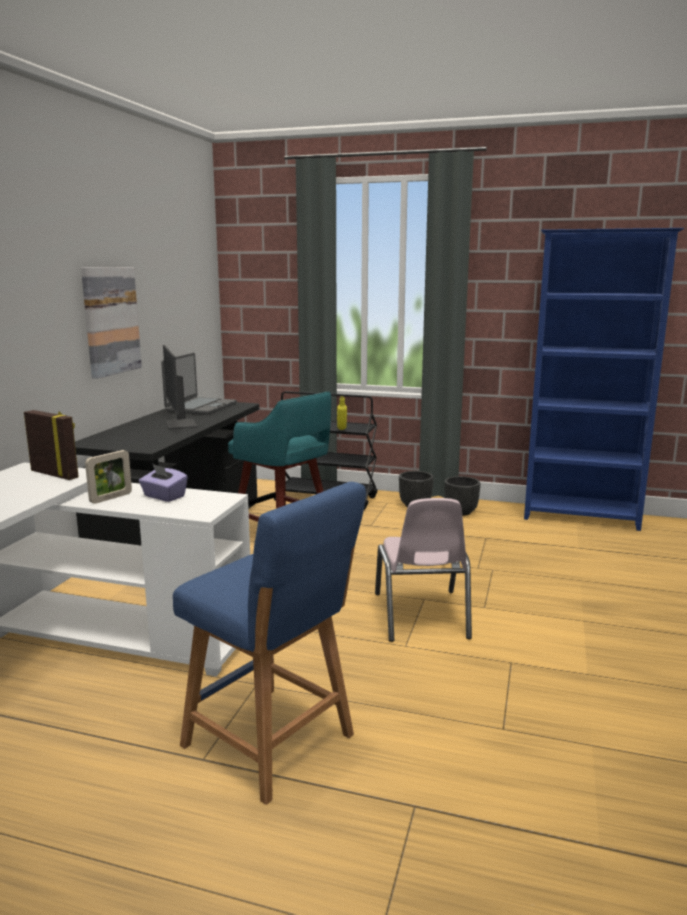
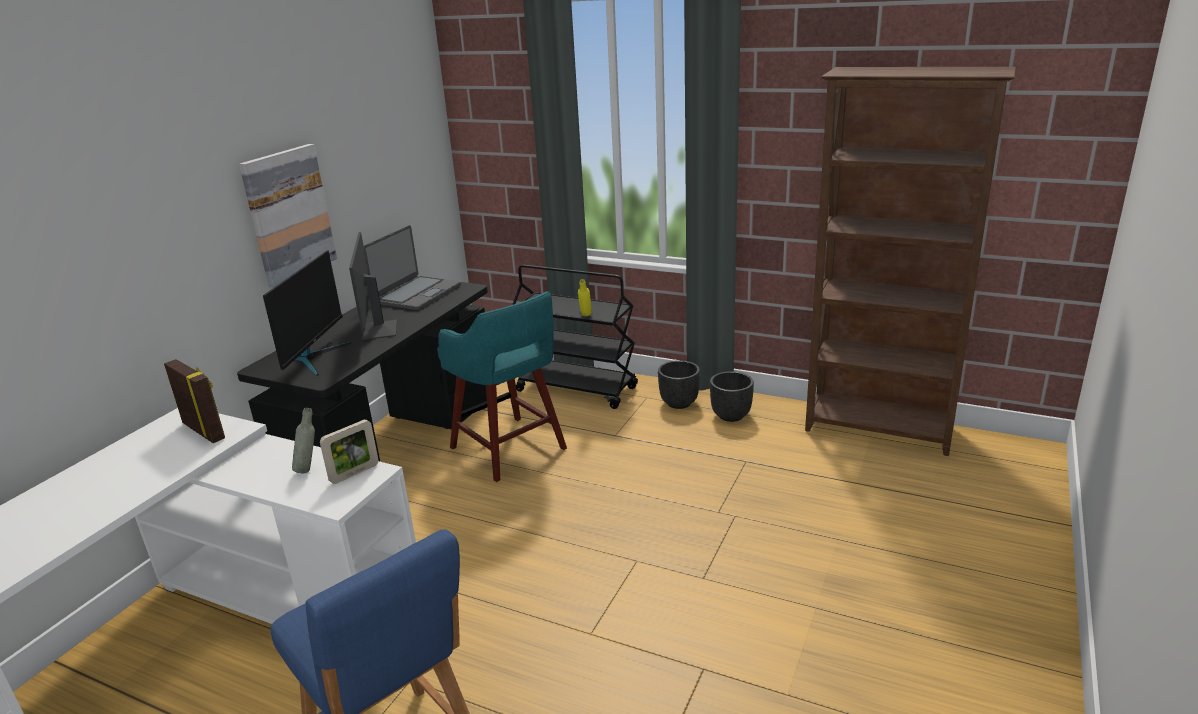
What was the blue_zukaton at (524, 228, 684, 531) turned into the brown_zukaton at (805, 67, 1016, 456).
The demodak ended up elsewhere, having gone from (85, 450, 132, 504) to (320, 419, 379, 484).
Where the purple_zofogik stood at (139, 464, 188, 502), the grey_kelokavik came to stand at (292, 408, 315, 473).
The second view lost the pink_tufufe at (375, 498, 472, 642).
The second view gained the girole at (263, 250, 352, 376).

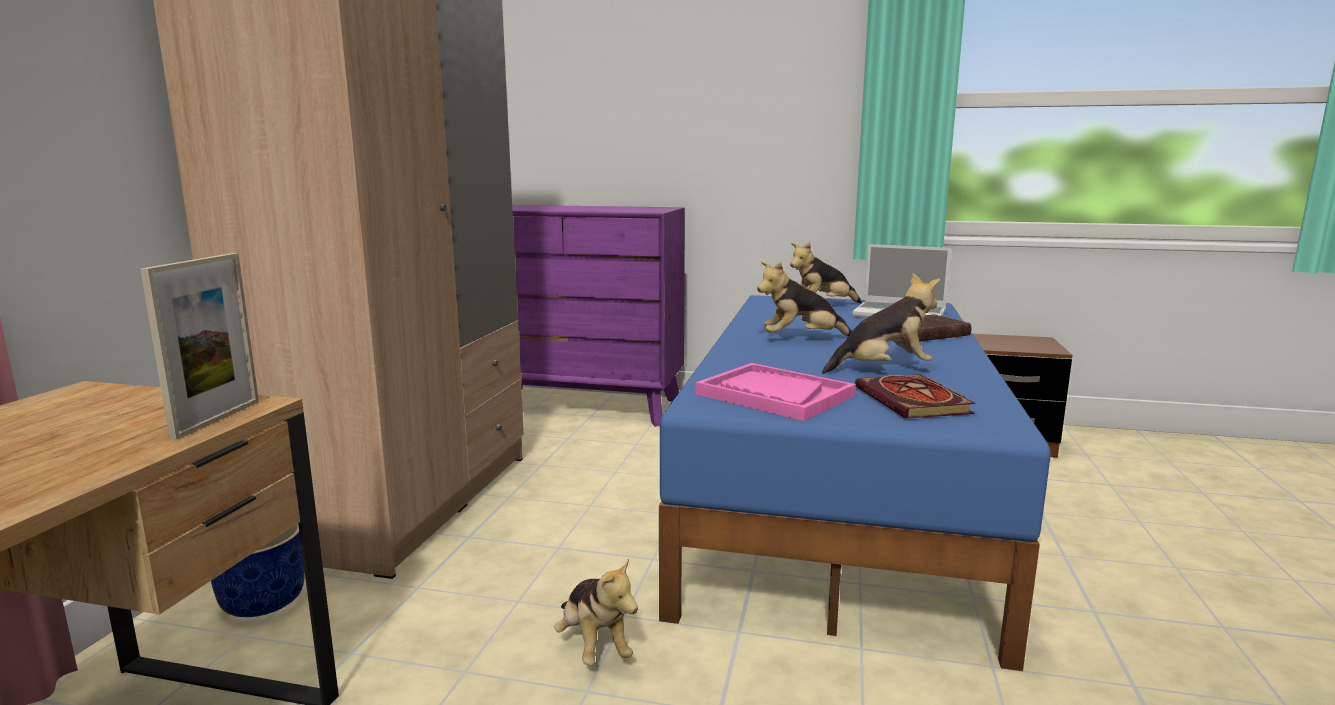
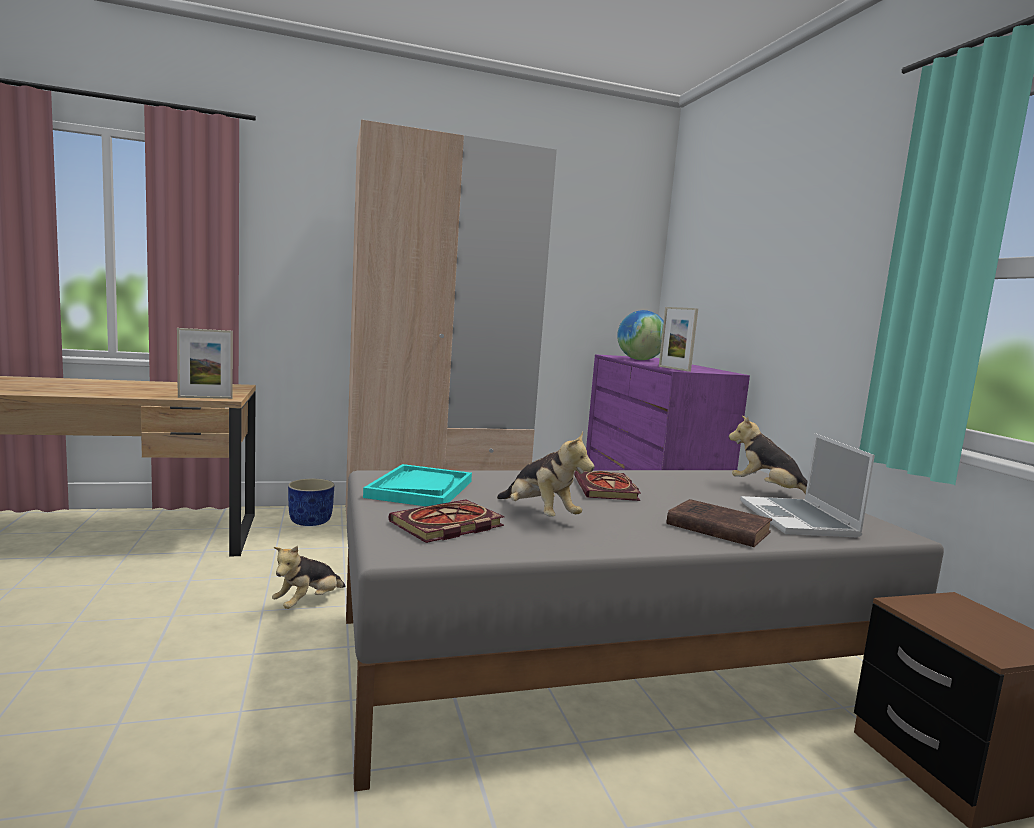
Where the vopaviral stood at (757, 262, 852, 337), the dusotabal came to stand at (574, 471, 641, 501).
What was the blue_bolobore at (659, 295, 1051, 671) turned into the grey_bolobore at (346, 470, 944, 792).
What was the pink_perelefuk at (696, 363, 856, 421) turned into the turquoise_perelefuk at (363, 464, 472, 506).
The second view gained the demodak at (659, 307, 698, 372).
The second view gained the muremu at (617, 310, 664, 360).

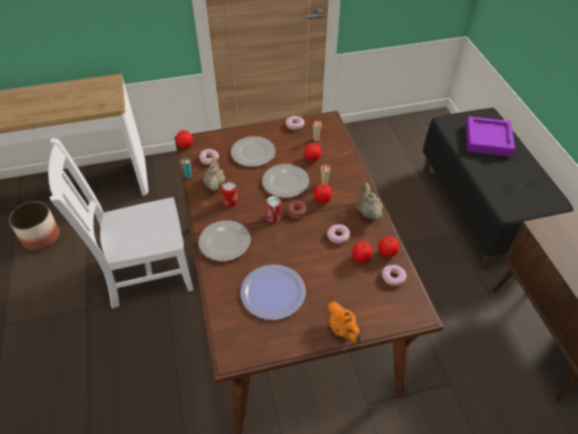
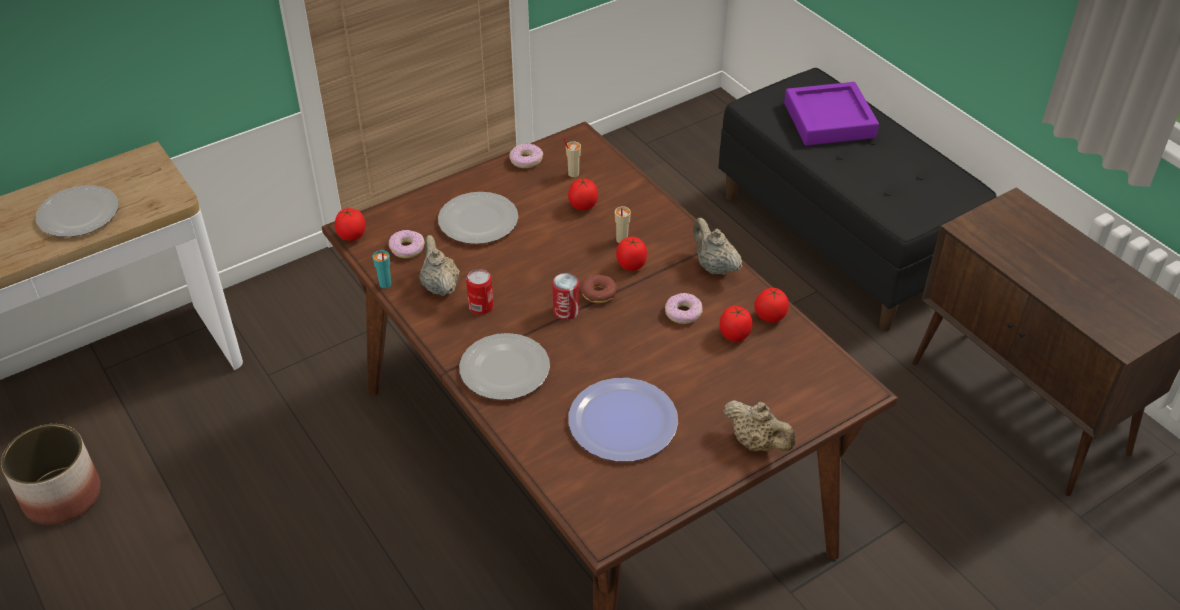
The second view lost the white_tufufe at (48, 138, 193, 309).
The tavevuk ended up elsewhere, having gone from (262, 164, 309, 198) to (36, 185, 119, 237).
The second view lost the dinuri at (382, 265, 406, 286).
What was the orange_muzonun at (328, 301, 361, 344) turned into the beige_muzonun at (723, 400, 795, 451).

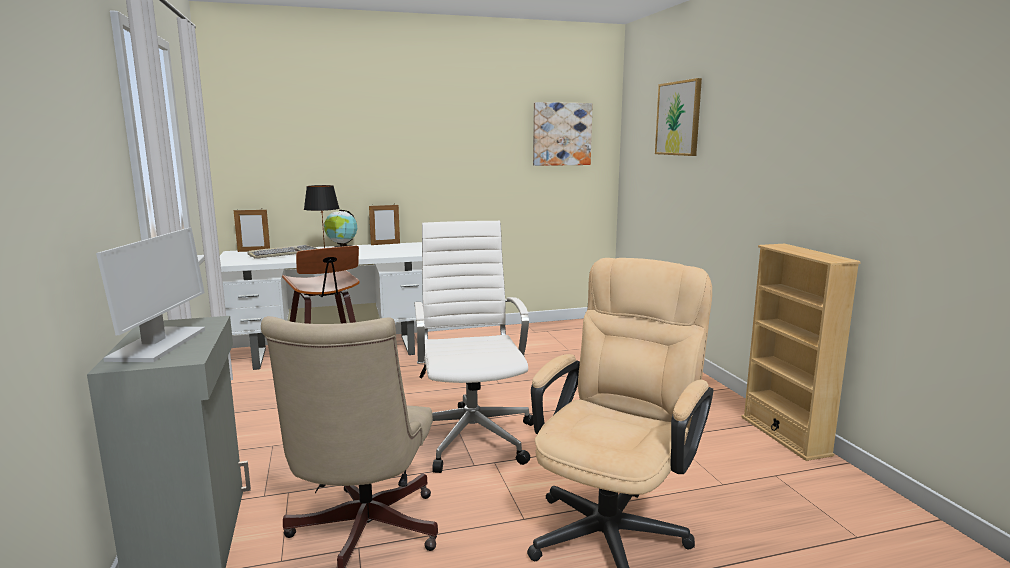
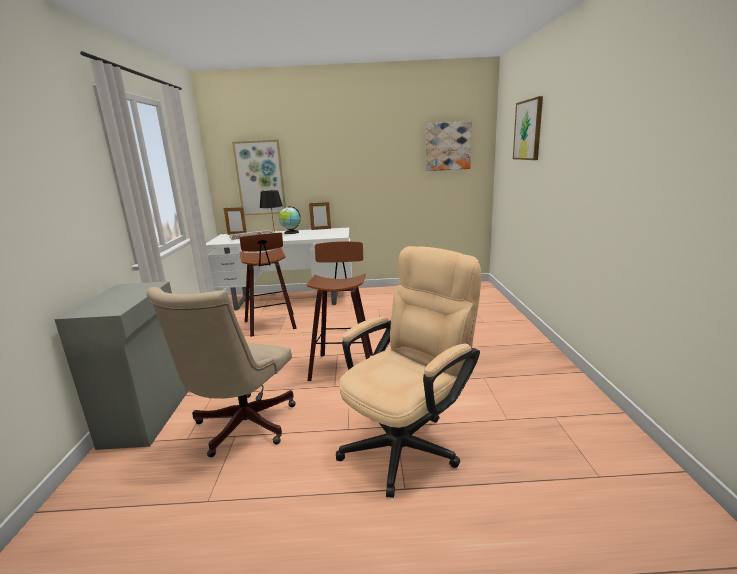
Where the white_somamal stood at (414, 221, 533, 473), the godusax came to stand at (307, 241, 373, 381).
The second view lost the girole at (96, 228, 205, 362).
The second view lost the beige_zukaton at (742, 244, 861, 461).
The second view gained the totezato at (232, 140, 286, 215).

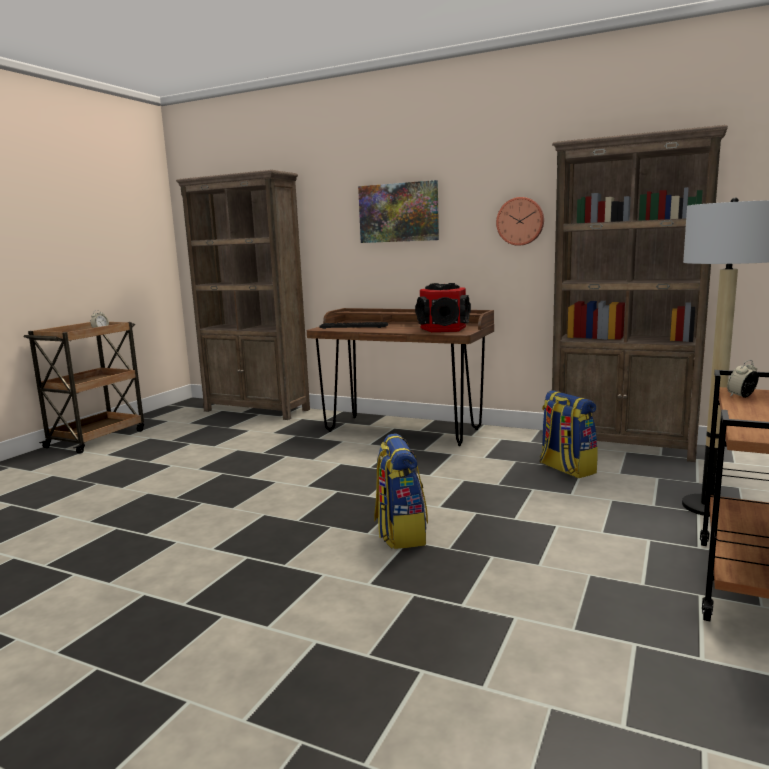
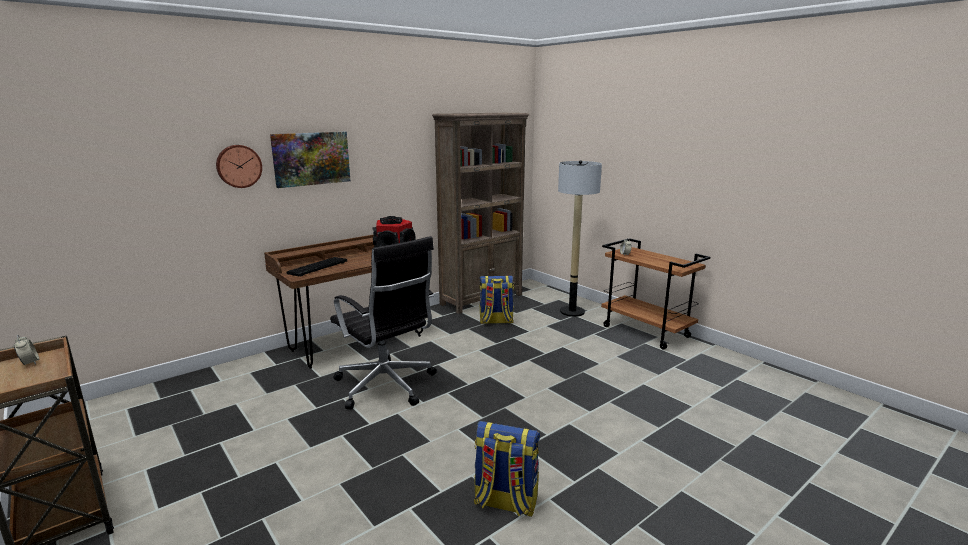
The second view lost the brown_zukaton at (176, 170, 310, 420).
The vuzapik ended up elsewhere, having gone from (496, 197, 544, 246) to (216, 145, 262, 188).
The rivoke ended up elsewhere, having gone from (374, 434, 428, 549) to (474, 421, 540, 517).
The second view gained the black_somamal at (330, 236, 437, 409).

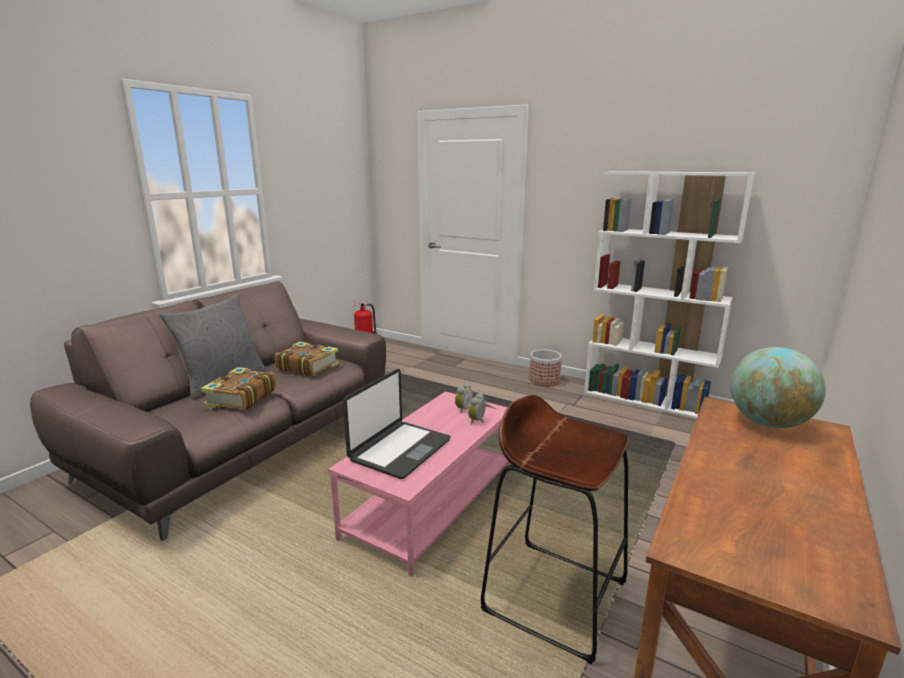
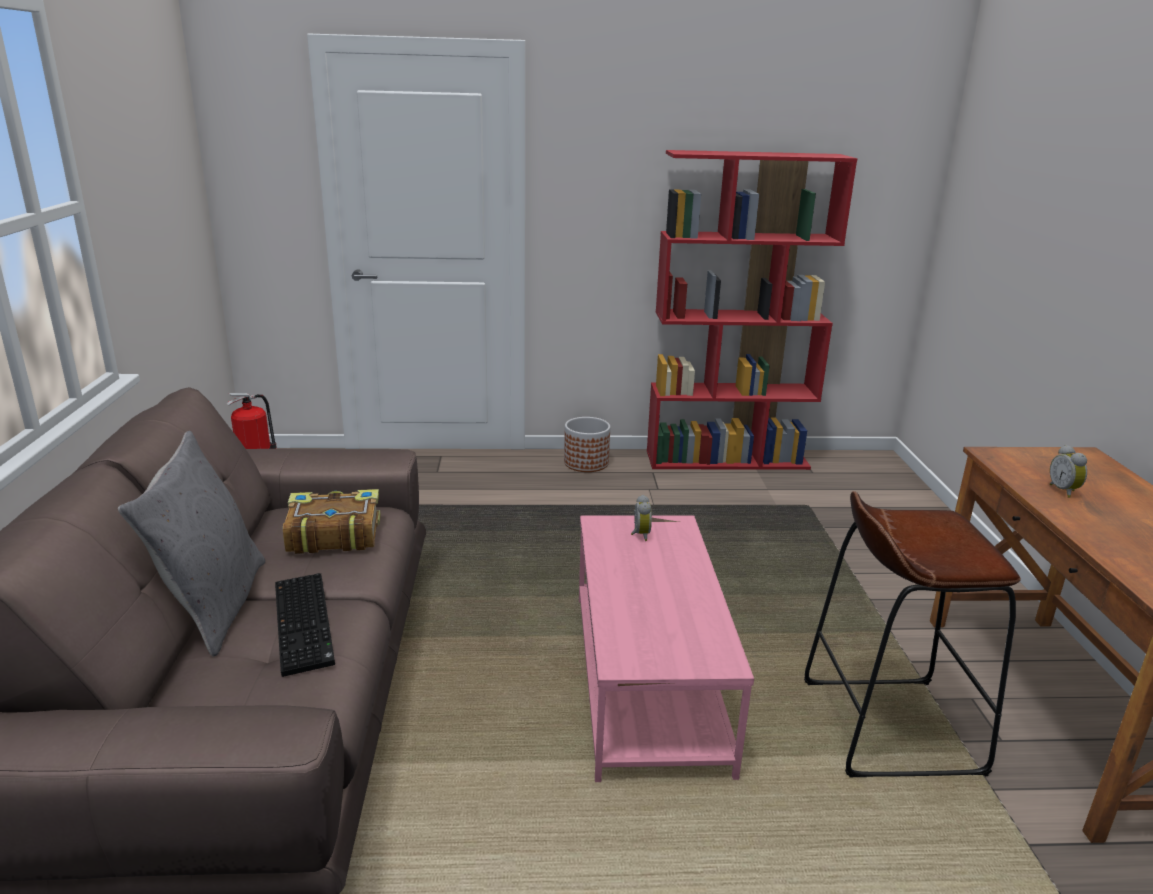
What was the white_zukaton at (584, 171, 755, 419) turned into the red_zukaton at (647, 150, 858, 470).
The second view lost the muremu at (730, 347, 826, 428).
Where the dusotabal stood at (201, 367, 276, 410), the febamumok came to stand at (275, 573, 335, 677).
The second view lost the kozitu at (343, 369, 451, 479).
The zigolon ended up elsewhere, having gone from (468, 393, 486, 425) to (1050, 445, 1087, 498).

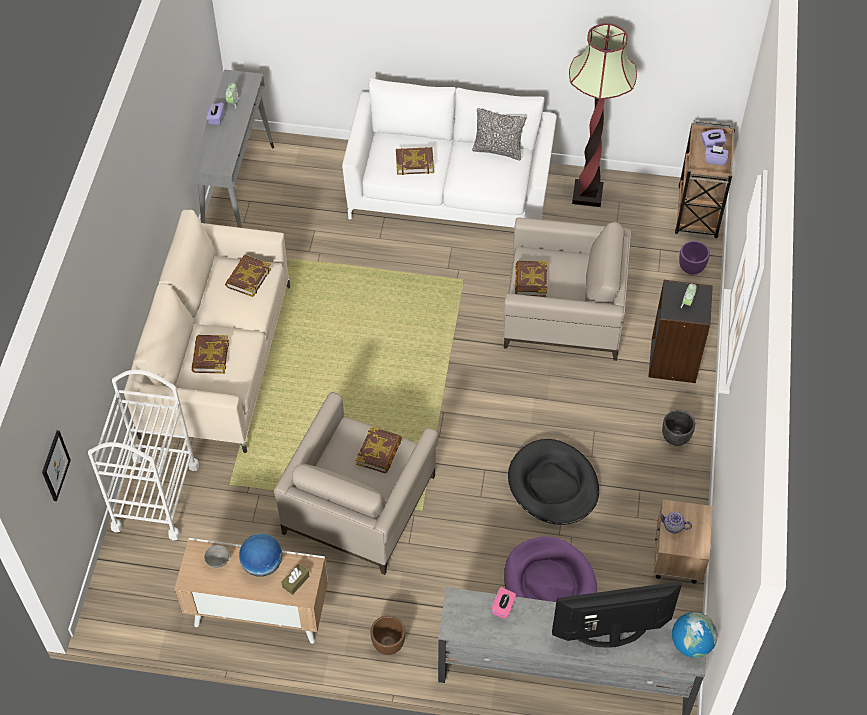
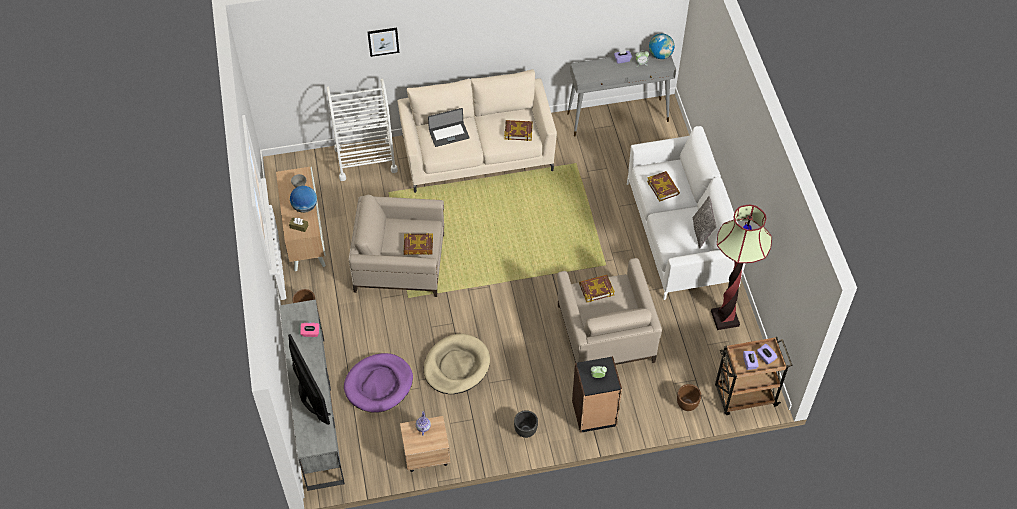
What was the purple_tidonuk at (679, 241, 710, 275) turned into the brown_tidonuk at (677, 384, 701, 411).
Where the dusotabal stood at (192, 335, 229, 374), the kozitu came to stand at (428, 108, 470, 147).
The totezato ended up elsewhere, having gone from (42, 430, 71, 501) to (367, 27, 399, 57).
What was the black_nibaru at (508, 439, 599, 525) turned into the beige_nibaru at (424, 334, 490, 394).
The muremu ended up elsewhere, having gone from (672, 612, 717, 658) to (649, 34, 675, 59).

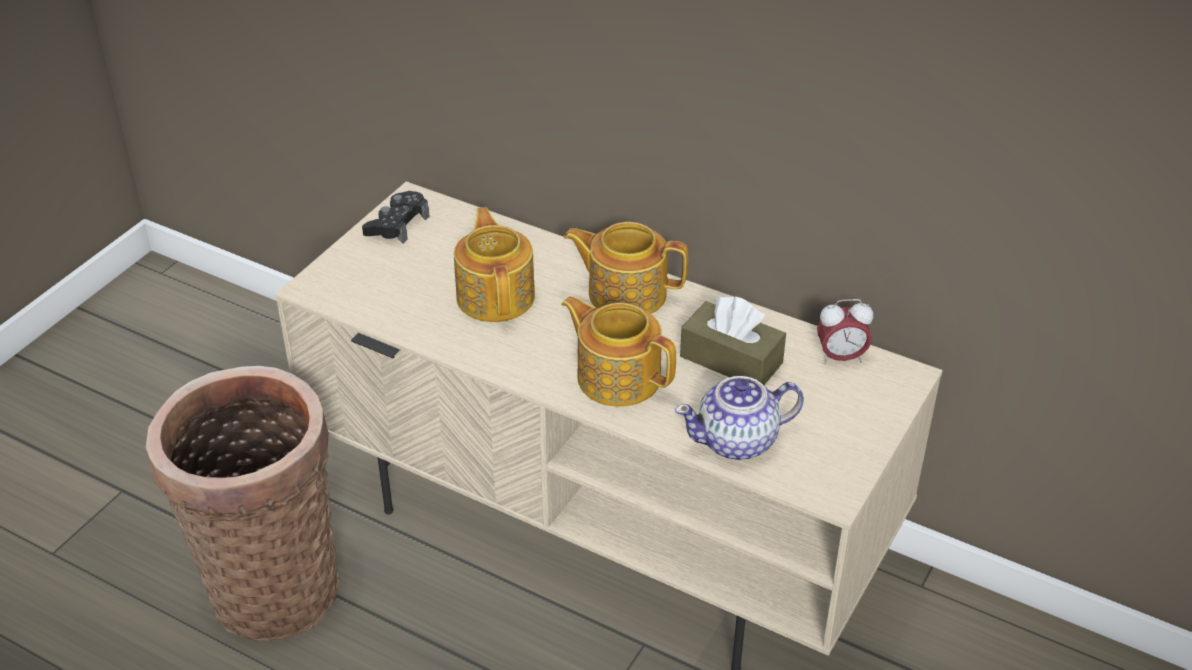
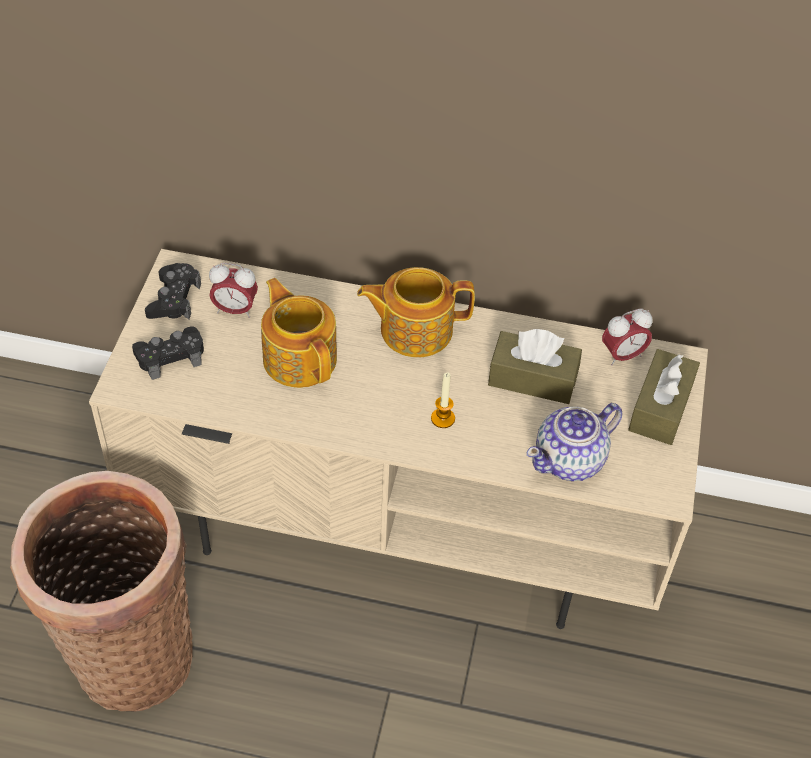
Where the muzonun stood at (561, 296, 676, 407), the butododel came to stand at (431, 373, 455, 428).
The second view gained the zigolon at (209, 263, 258, 318).
The second view gained the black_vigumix at (132, 326, 204, 380).
The second view gained the brown_zofogik at (628, 349, 700, 445).

